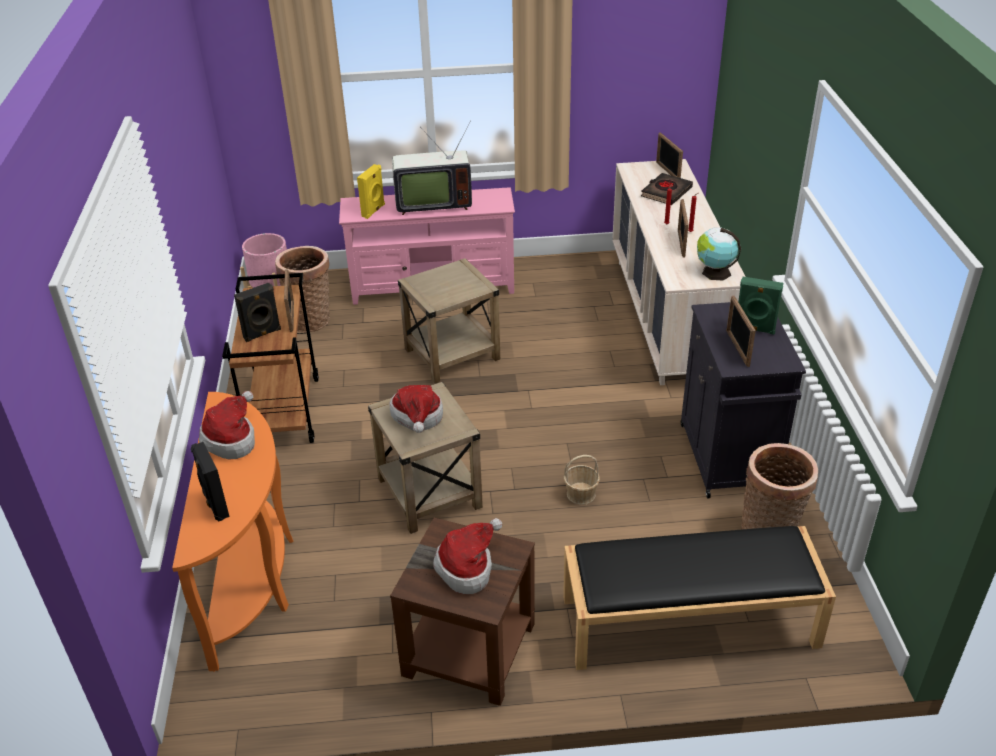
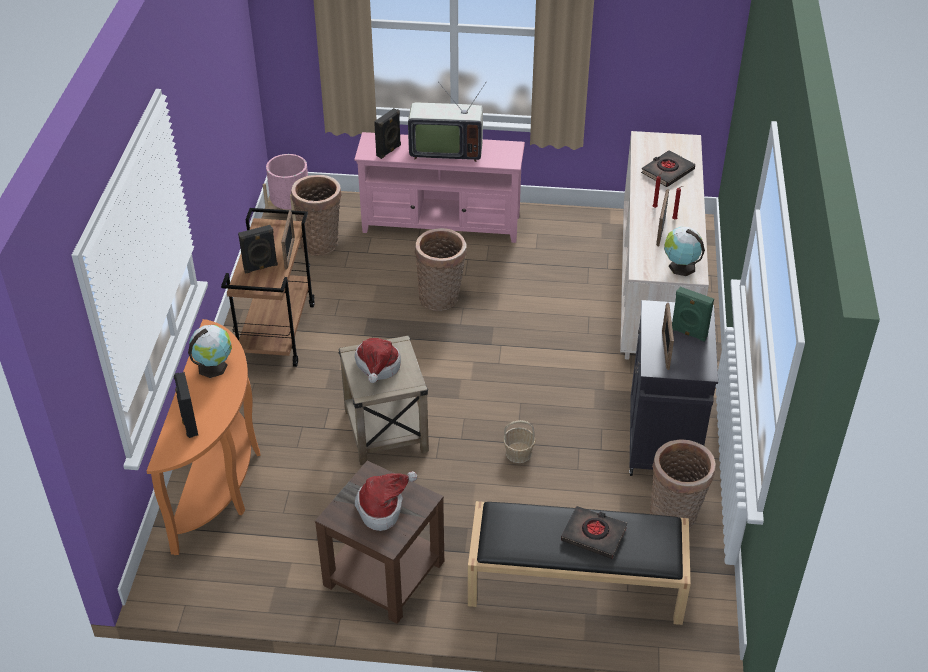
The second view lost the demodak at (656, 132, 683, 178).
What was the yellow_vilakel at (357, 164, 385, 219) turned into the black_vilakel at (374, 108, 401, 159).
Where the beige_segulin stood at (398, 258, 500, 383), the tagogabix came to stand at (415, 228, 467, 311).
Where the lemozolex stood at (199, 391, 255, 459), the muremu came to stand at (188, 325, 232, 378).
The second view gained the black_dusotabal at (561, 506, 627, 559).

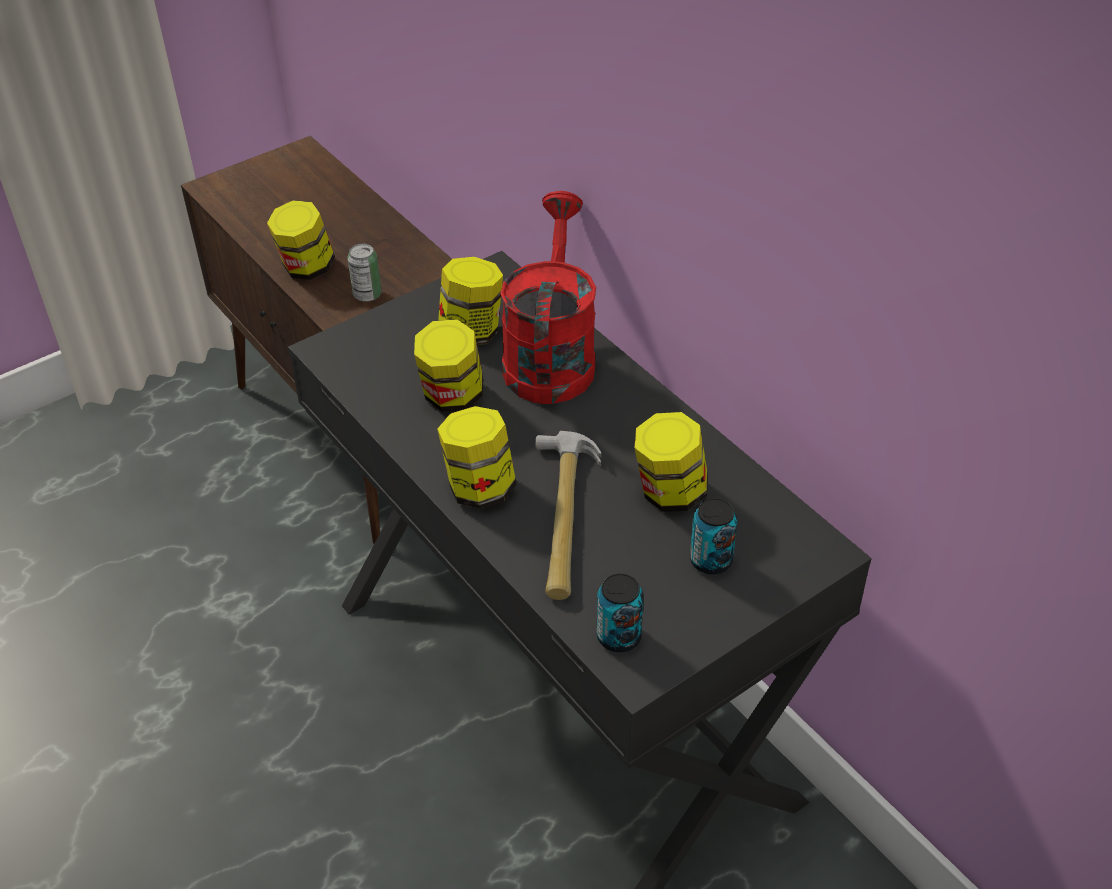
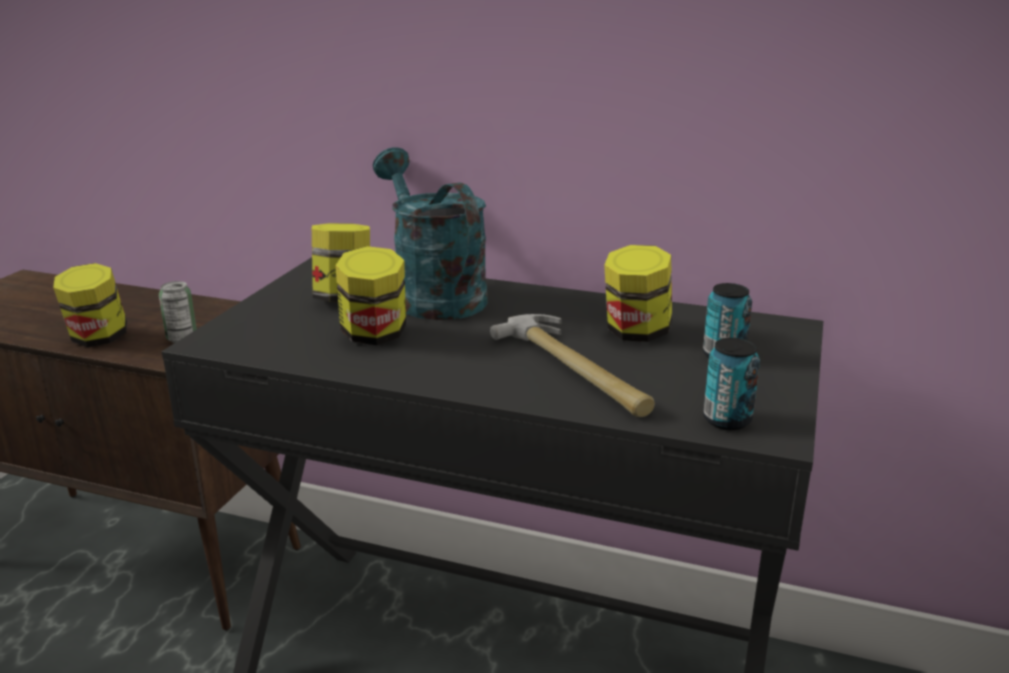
What was the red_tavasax at (500, 191, 596, 404) turned into the turquoise_tavasax at (373, 147, 488, 320).
The second view lost the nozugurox at (437, 406, 517, 508).

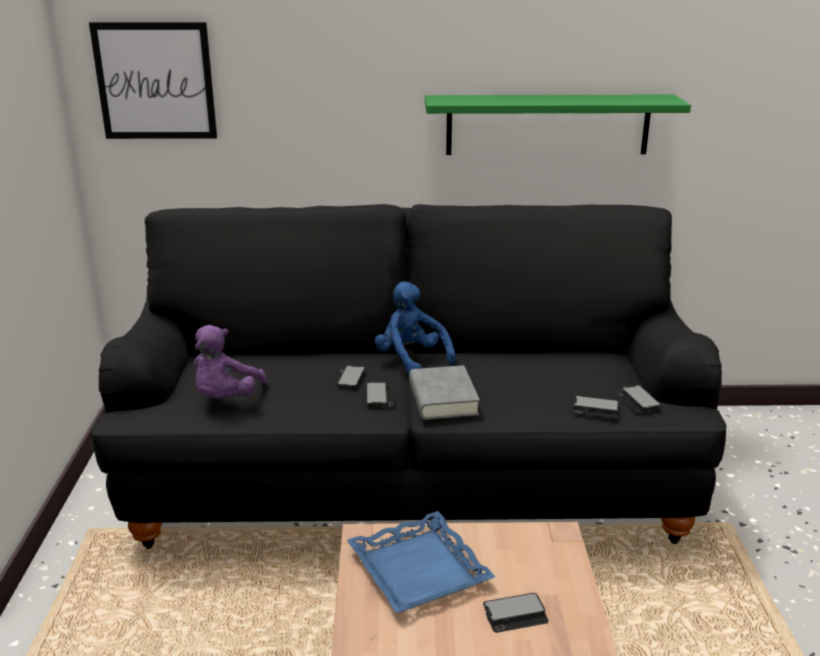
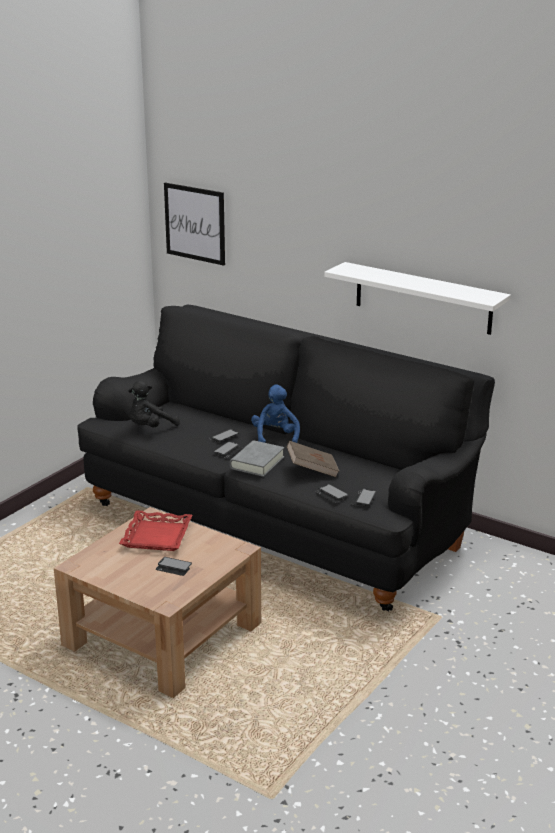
What was the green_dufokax at (425, 95, 691, 155) turned into the white_dufokax at (324, 262, 511, 335).
What was the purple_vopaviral at (194, 325, 268, 398) turned into the black_vopaviral at (129, 380, 180, 428).
What was the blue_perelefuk at (347, 511, 495, 613) turned into the red_perelefuk at (119, 510, 193, 551).
The second view gained the brown_dusotabal at (287, 441, 339, 478).

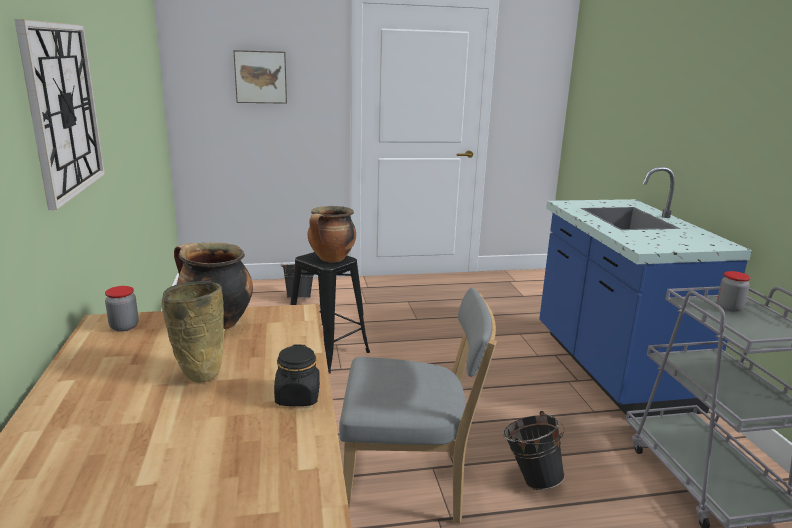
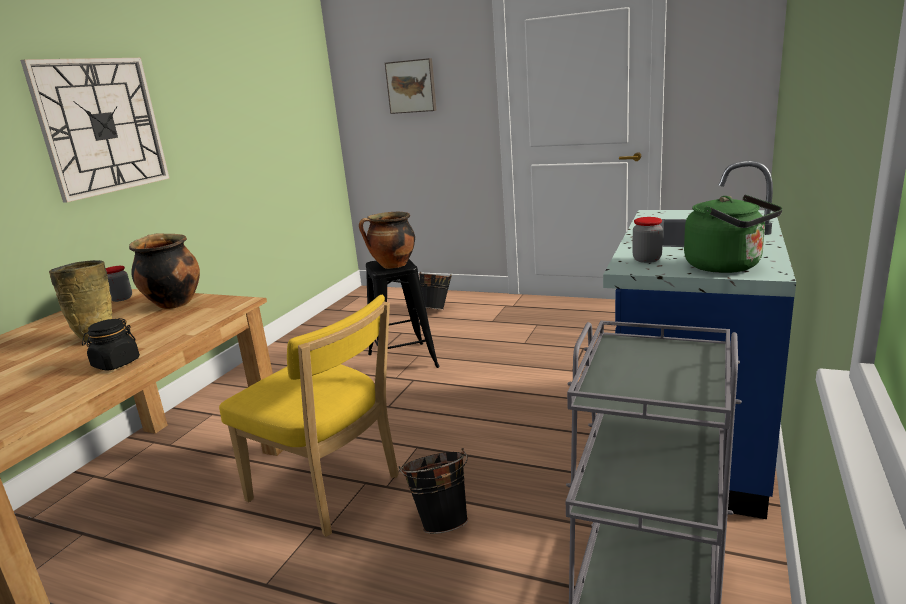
The nozugurox ended up elsewhere, having gone from (717, 271, 751, 312) to (632, 217, 663, 263).
What was the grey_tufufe at (339, 287, 497, 524) turned into the yellow_tufufe at (219, 295, 399, 537).
The second view gained the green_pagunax at (684, 195, 782, 273).

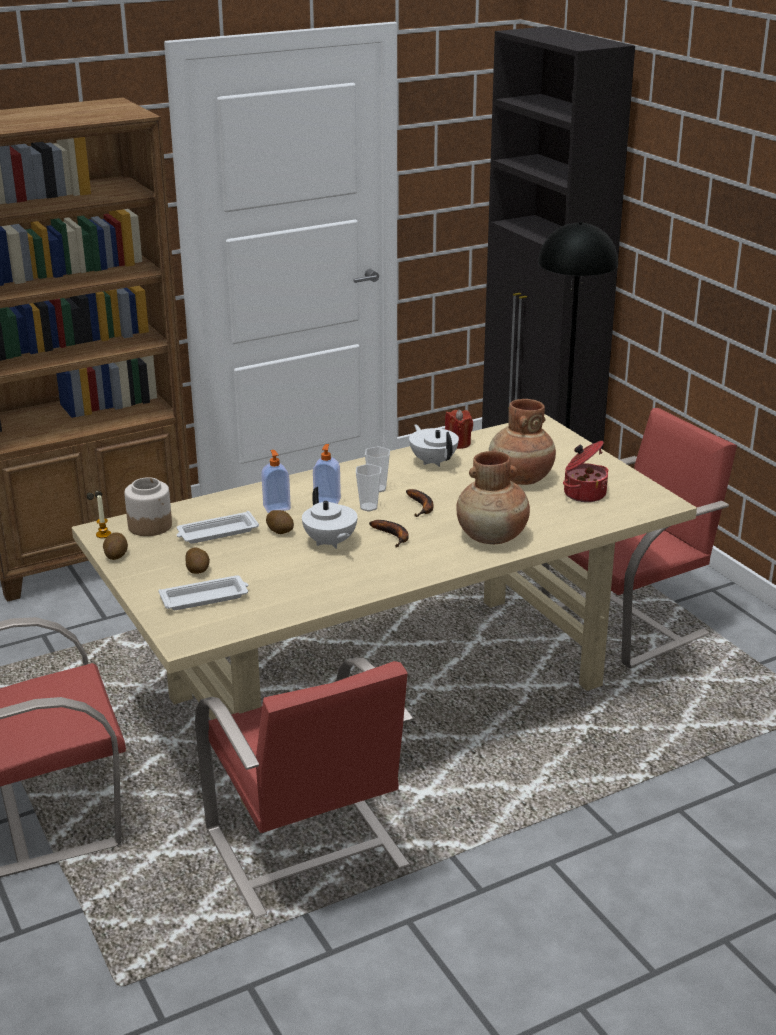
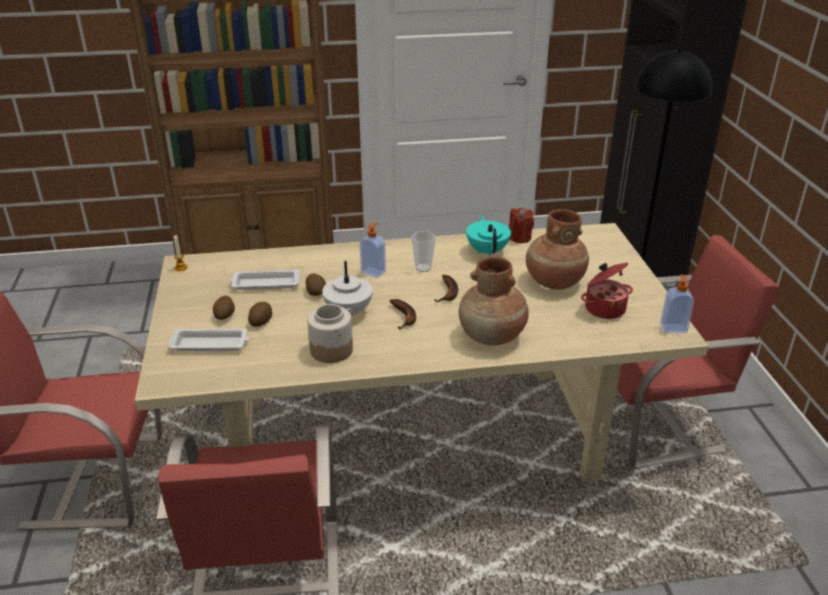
What was the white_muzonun at (409, 424, 459, 467) turned into the turquoise_muzonun at (466, 215, 511, 257).
The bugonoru ended up elsewhere, having gone from (261, 450, 291, 513) to (660, 274, 694, 333).
The second view lost the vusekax at (356, 464, 381, 511).
The nozugurox ended up elsewhere, having gone from (124, 477, 172, 536) to (307, 304, 353, 363).
The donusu ended up elsewhere, having gone from (103, 532, 128, 560) to (248, 302, 272, 327).

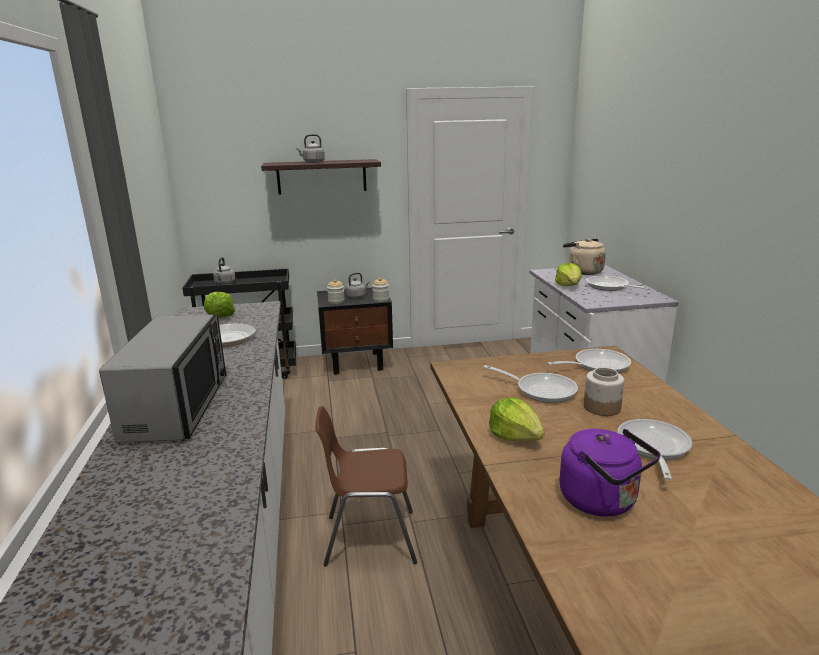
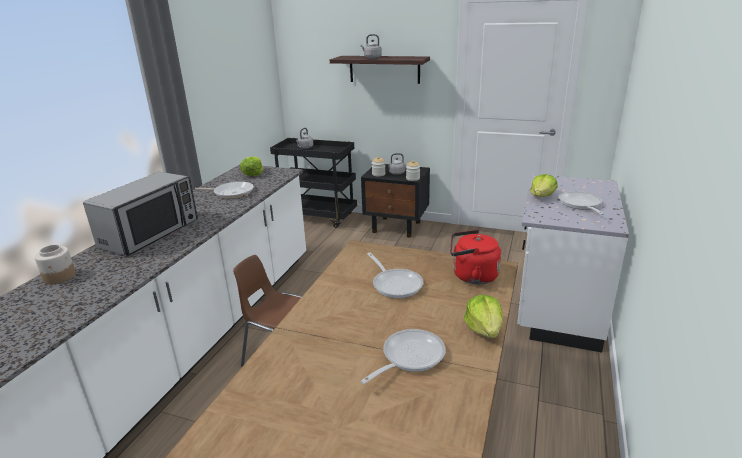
The second view lost the beige_pagunax at (563, 239, 606, 275).
Where the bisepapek stood at (547, 349, 631, 373), the red_pagunax came to stand at (450, 230, 501, 284).
The nozugurox ended up elsewhere, having gone from (584, 367, 624, 416) to (34, 245, 76, 284).
The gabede ended up elsewhere, having gone from (489, 397, 545, 441) to (464, 295, 503, 338).
The second view lost the purple_pagunax at (559, 429, 661, 517).

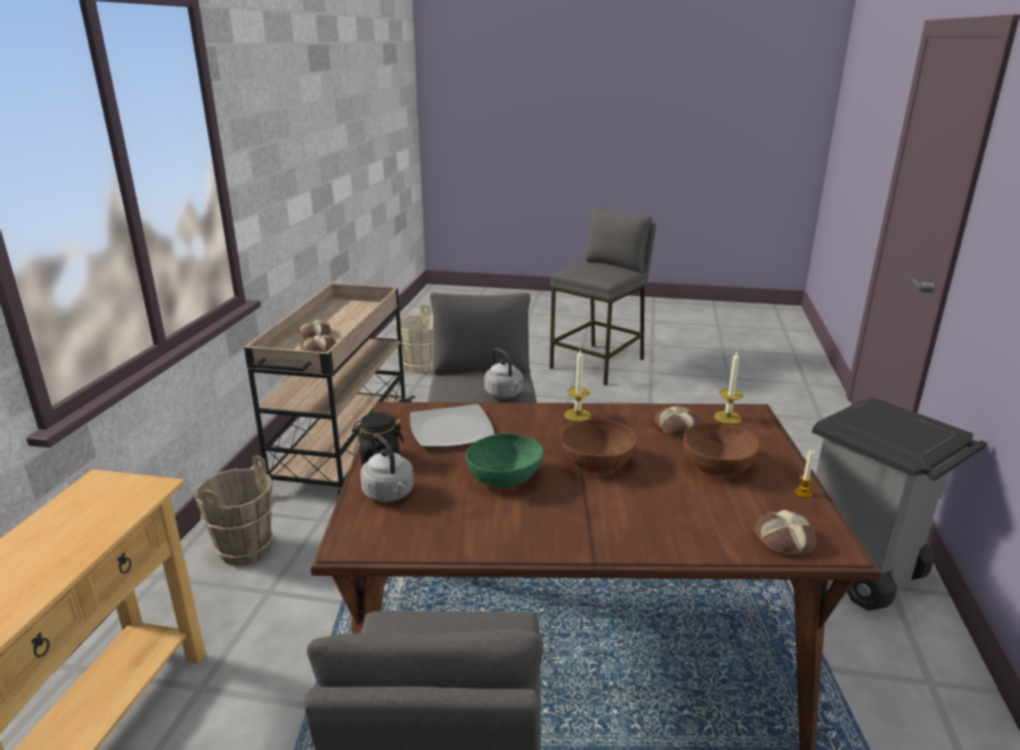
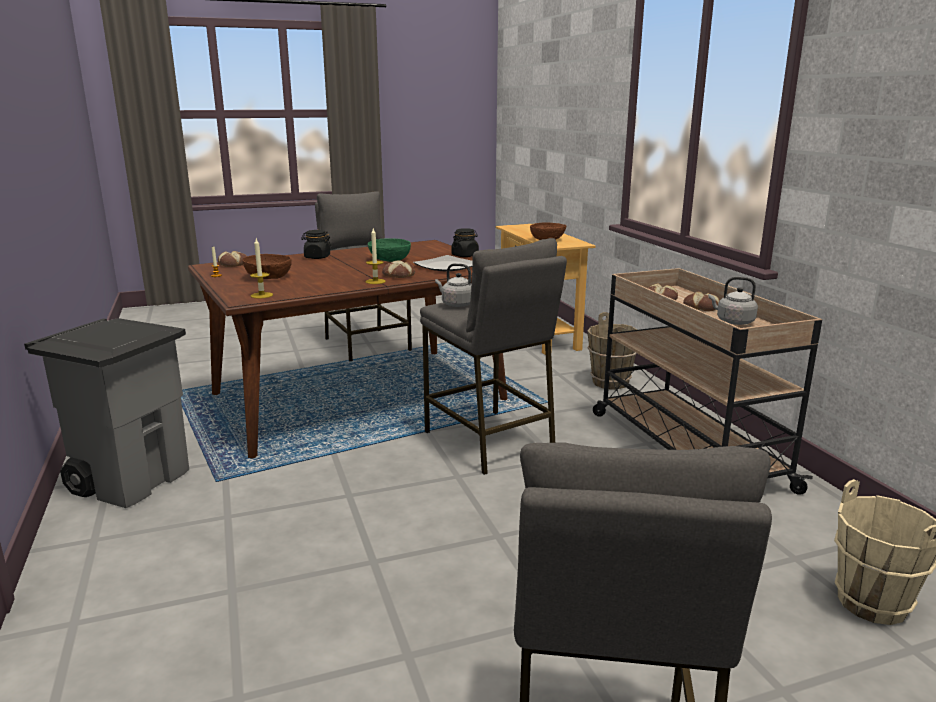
The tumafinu ended up elsewhere, having gone from (654, 406, 701, 437) to (382, 260, 415, 278).
The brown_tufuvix ended up elsewhere, having gone from (561, 419, 637, 473) to (530, 222, 566, 240).
The grey_pagunax ended up elsewhere, having gone from (360, 434, 414, 502) to (708, 277, 758, 325).
The second view gained the black_nozugurox at (301, 230, 332, 259).

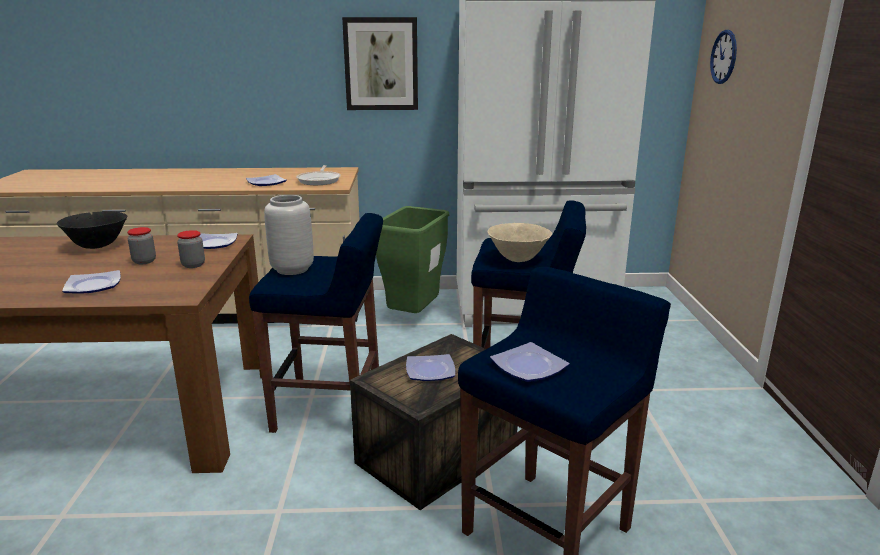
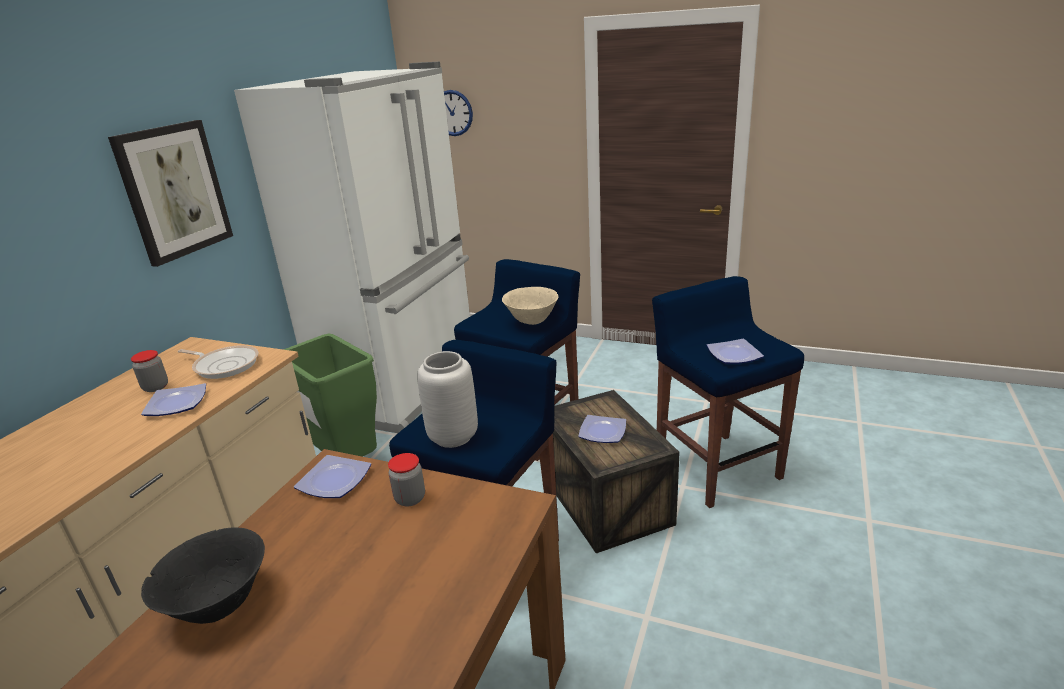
The nozugurox ended up elsewhere, having gone from (127, 227, 156, 264) to (131, 350, 168, 392).
The second view lost the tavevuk at (63, 270, 121, 294).

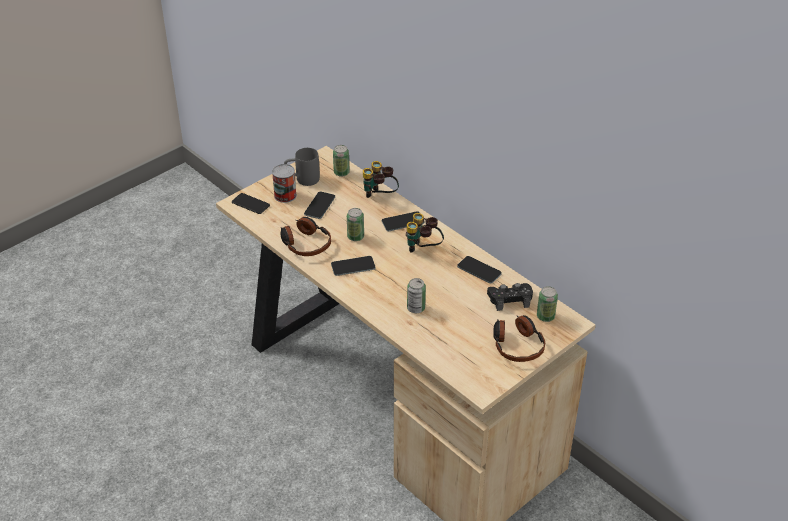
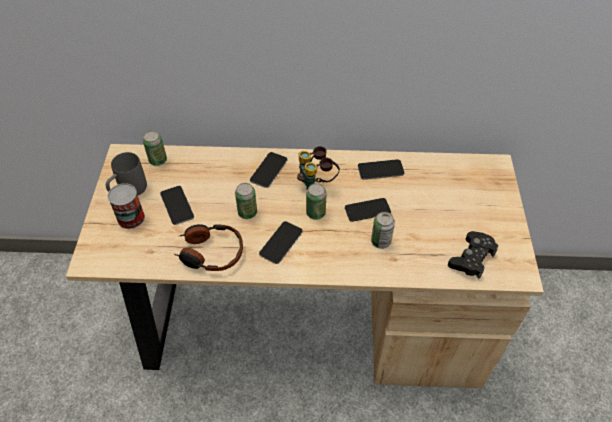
The second view lost the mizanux at (363, 161, 399, 198).
The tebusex ended up elsewhere, having gone from (232, 193, 270, 214) to (345, 198, 391, 222).
The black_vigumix ended up elsewhere, having gone from (487, 283, 533, 311) to (448, 231, 499, 279).
The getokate ended up elsewhere, having gone from (537, 286, 558, 322) to (306, 183, 327, 220).
The second view lost the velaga at (493, 315, 545, 362).

